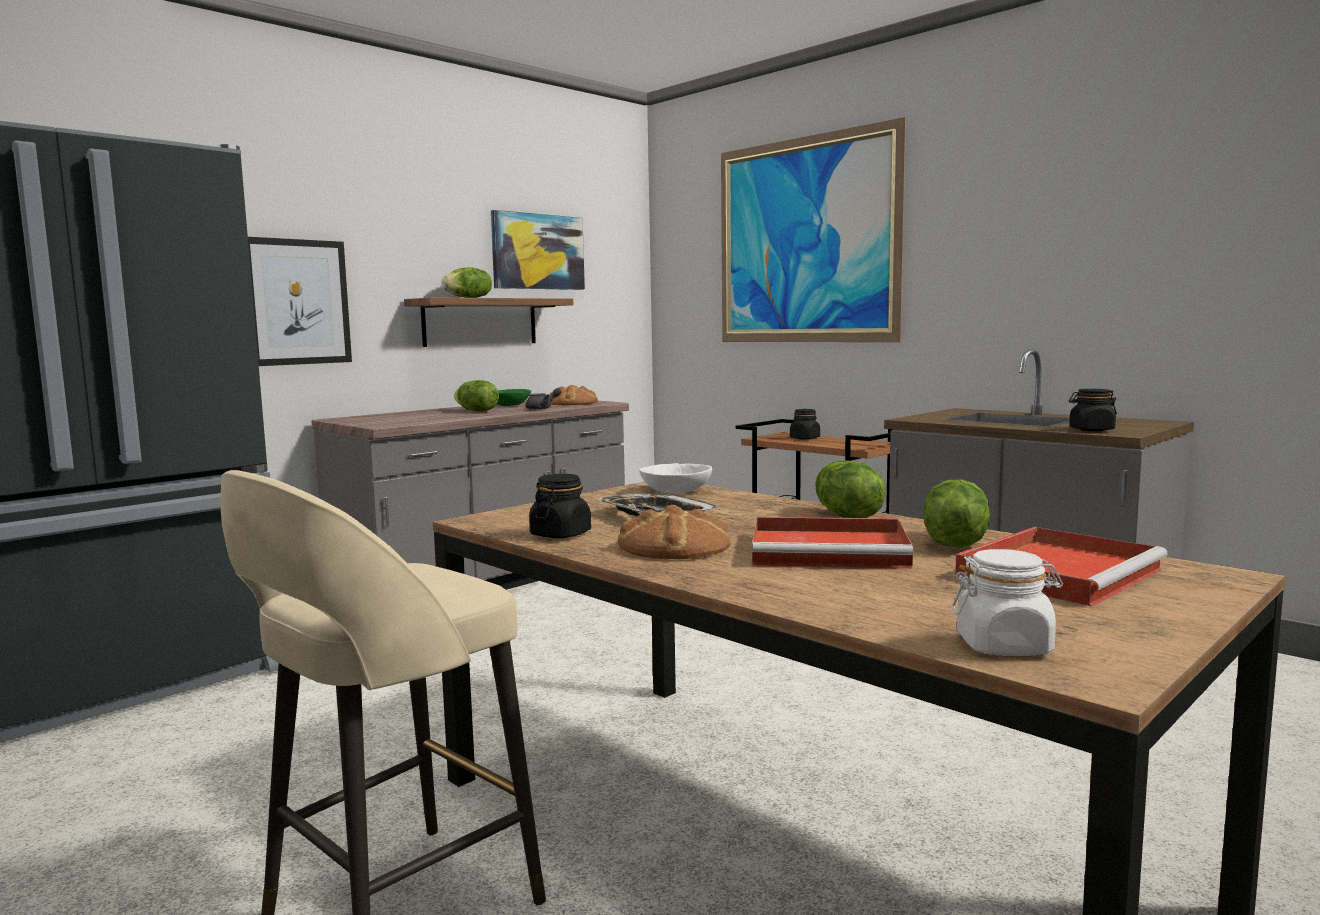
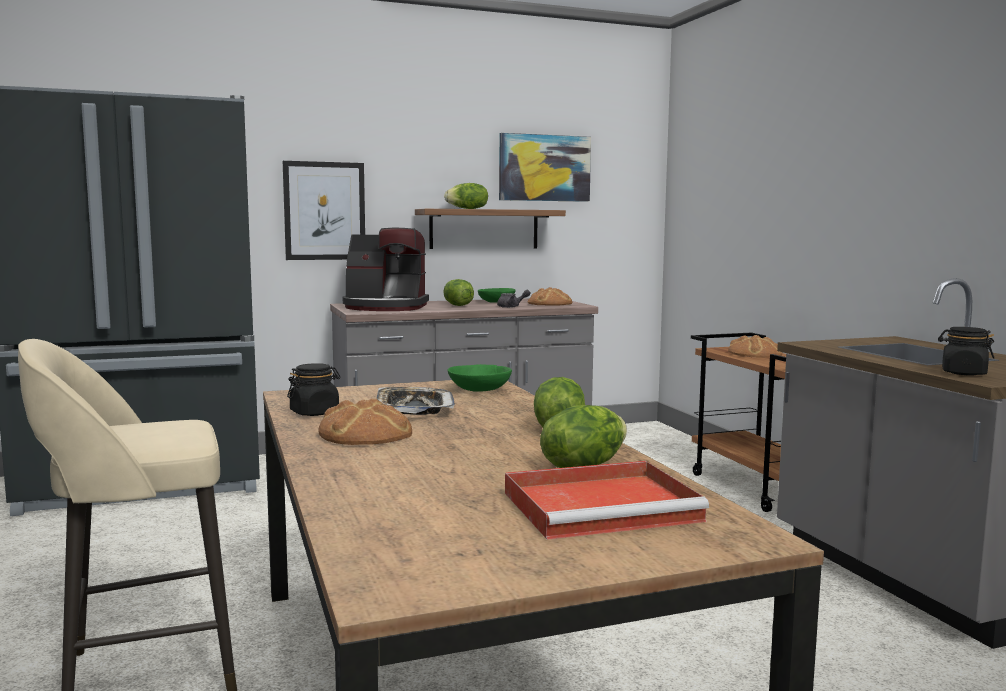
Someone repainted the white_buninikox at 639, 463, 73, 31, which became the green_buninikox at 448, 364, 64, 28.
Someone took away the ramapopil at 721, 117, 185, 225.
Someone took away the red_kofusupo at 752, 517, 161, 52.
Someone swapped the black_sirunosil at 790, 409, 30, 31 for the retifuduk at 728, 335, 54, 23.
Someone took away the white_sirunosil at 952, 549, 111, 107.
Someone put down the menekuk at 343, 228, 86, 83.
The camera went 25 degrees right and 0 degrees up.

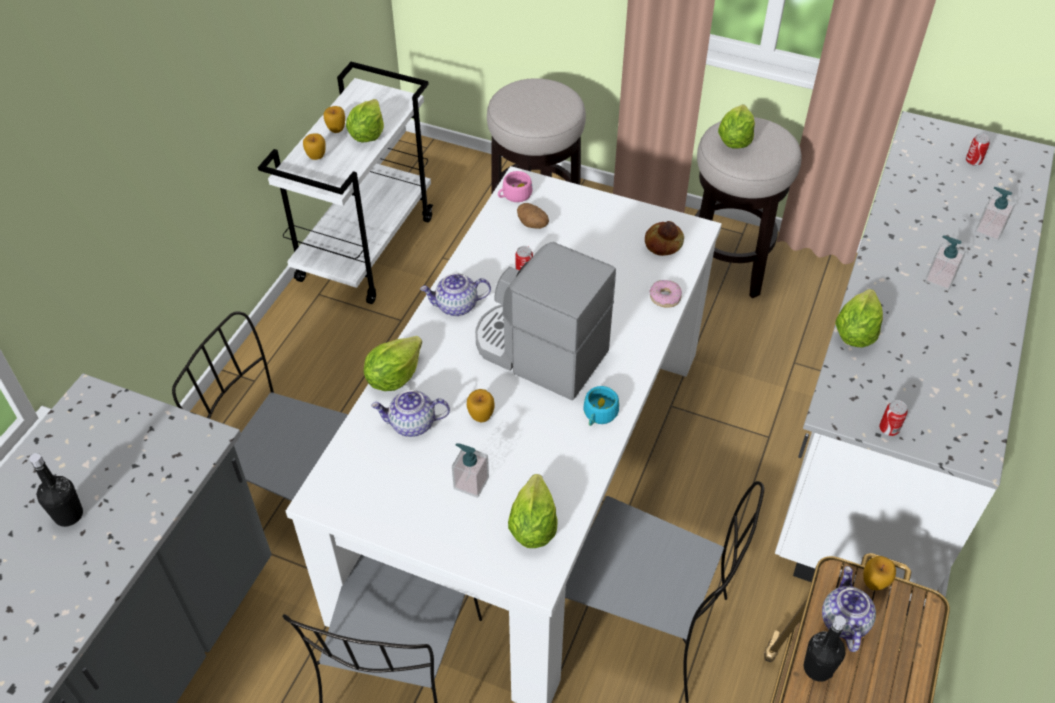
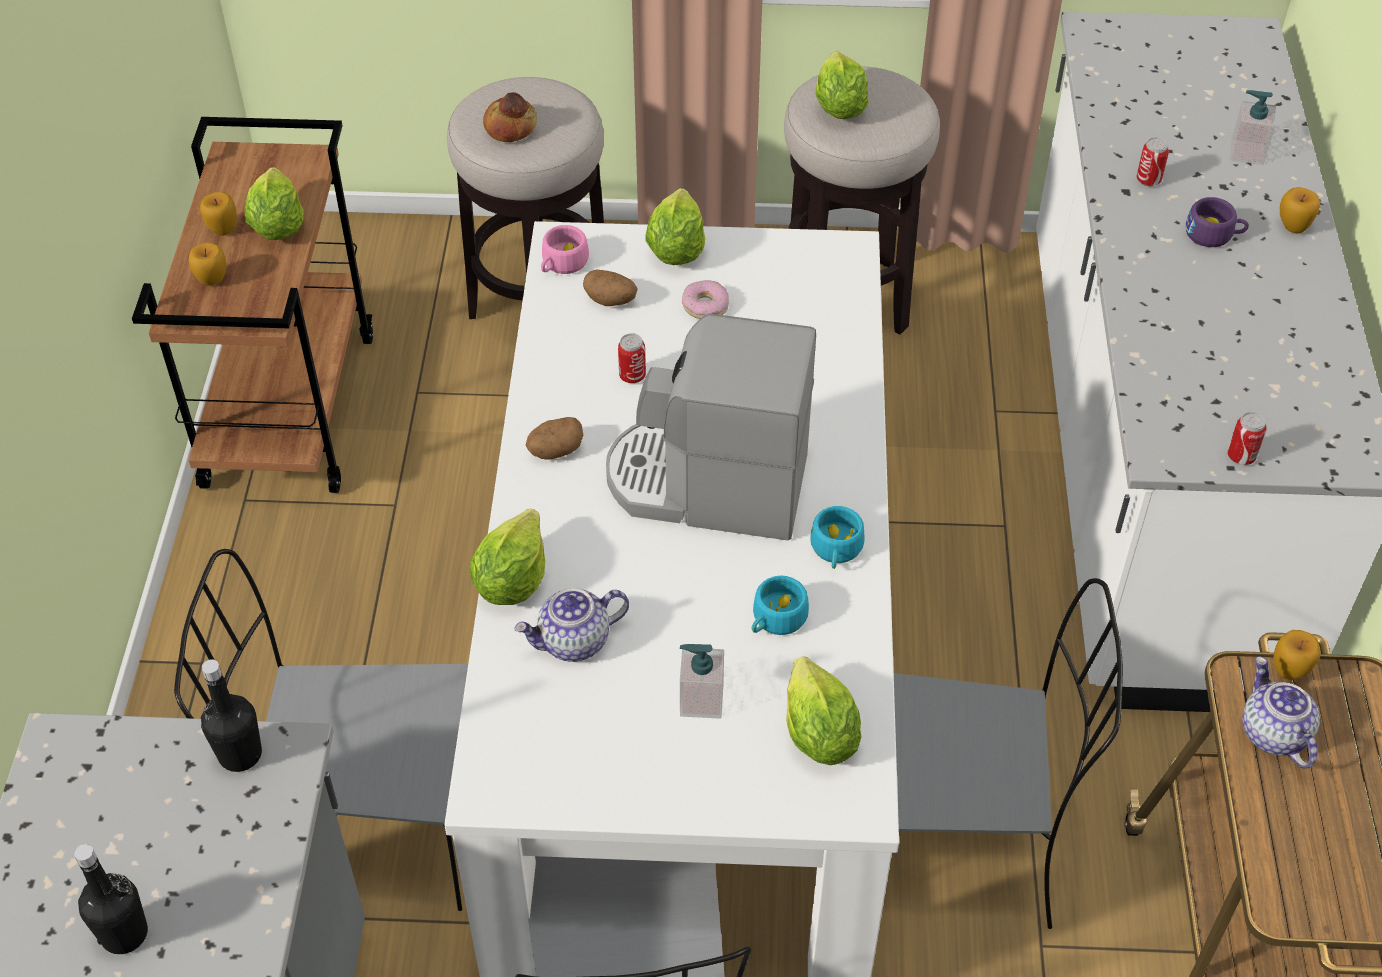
Someone repainted the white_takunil at 258, 62, 175, 242, which became the brown_takunil at 132, 117, 241, 376.
Someone swapped the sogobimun at 420, 273, 71, 43 for the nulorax at 525, 417, 58, 43.
Someone carried the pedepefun from 467, 389, 28, 33 to 1280, 187, 40, 46.
Someone carried the retifuduk from 645, 221, 39, 35 to 483, 92, 54, 50.
Someone carried the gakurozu from 650, 280, 32, 28 to 682, 280, 47, 39.
Someone carried the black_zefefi from 804, 615, 42, 67 to 201, 659, 61, 113.
Someone carried the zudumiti from 835, 289, 48, 58 to 646, 188, 59, 77.
Someone swapped the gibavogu at 925, 235, 41, 55 for the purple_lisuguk at 1185, 197, 64, 50.
Someone carried the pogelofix from 966, 133, 24, 33 to 1137, 137, 32, 49.
Someone put down the turquoise_lisuguk at 752, 575, 57, 60.
The camera went 20 degrees left and 0 degrees up.

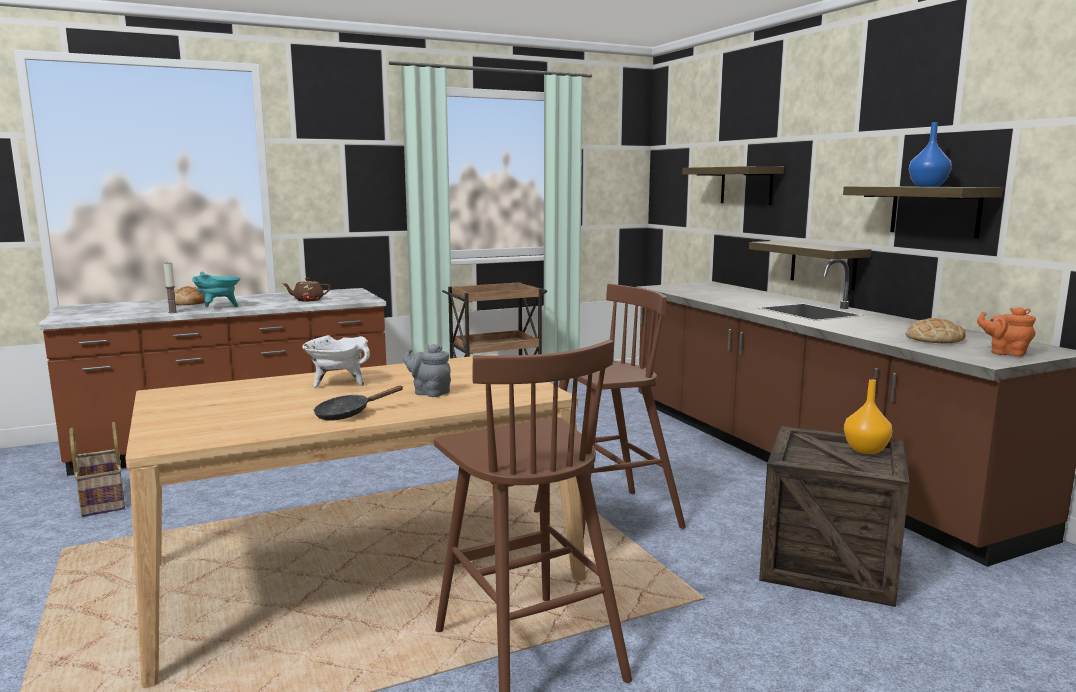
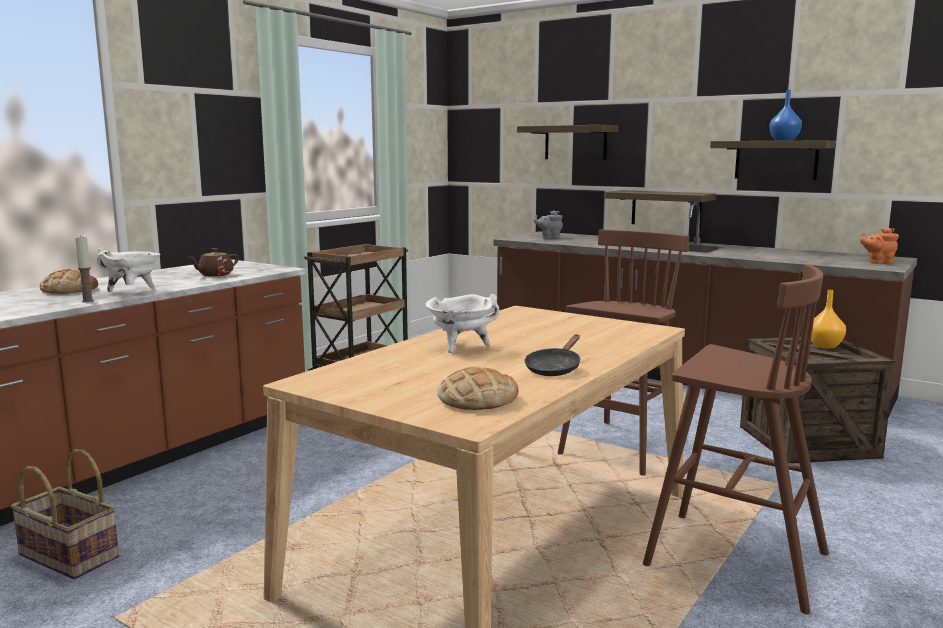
Someone repainted the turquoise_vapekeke at 192, 272, 48, 35, which became the white_vapekeke at 97, 247, 64, 45.
Someone carried the grey_sogobimun from 403, 344, 48, 53 to 533, 211, 30, 28.
Someone carried the retifuduk from 905, 318, 61, 25 to 438, 367, 81, 43.
The camera went 30 degrees left and 0 degrees up.

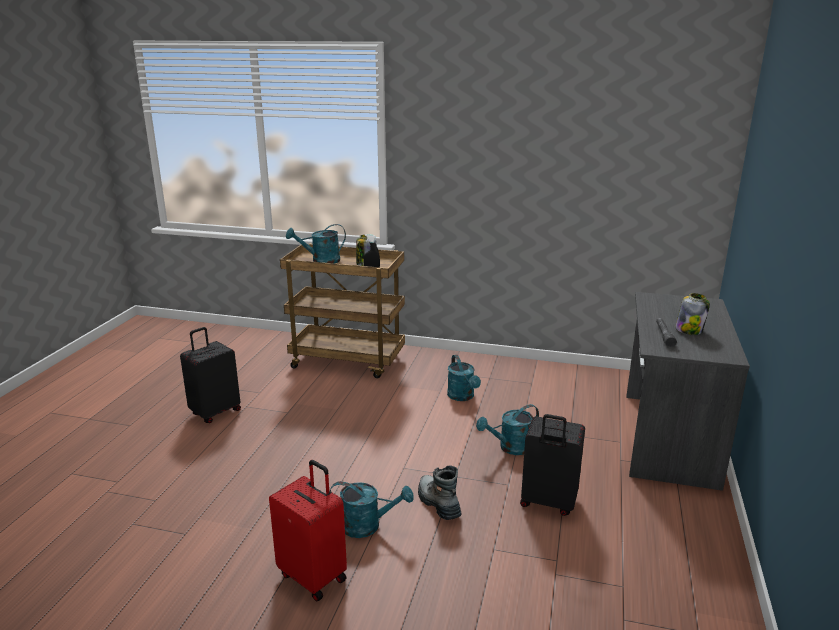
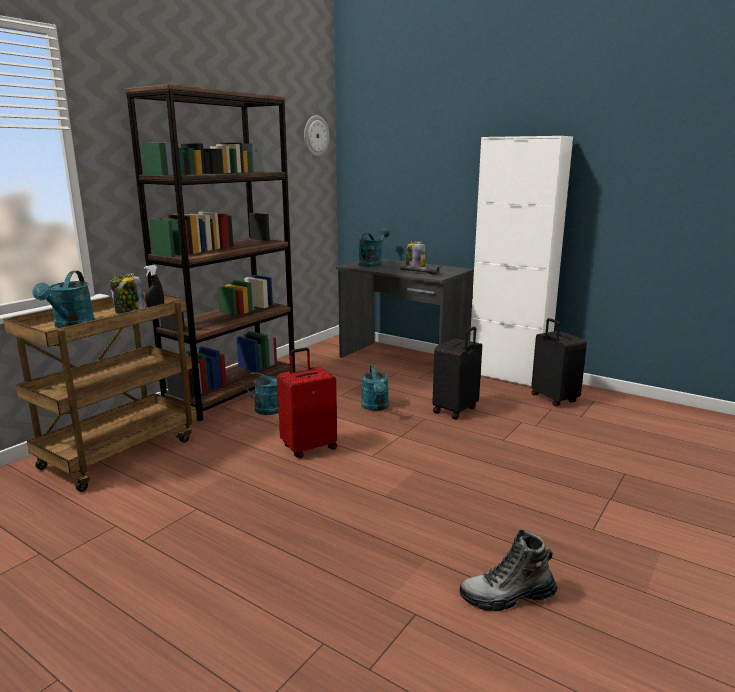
Someone carried the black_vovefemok from 180, 327, 61, 96 to 531, 318, 56, 88.
Someone carried the red_vovefemok from 269, 460, 78, 141 to 277, 348, 60, 110.
Someone carried the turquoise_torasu from 329, 481, 85, 57 to 358, 228, 32, 39.
Someone carried the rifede from 418, 465, 43, 55 to 459, 529, 99, 82.
Someone put down the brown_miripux at 125, 84, 170, 337.
Someone put up the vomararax at 304, 115, 25, 42.
Someone put down the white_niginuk at 470, 136, 103, 250.
The camera went 70 degrees left and 5 degrees down.

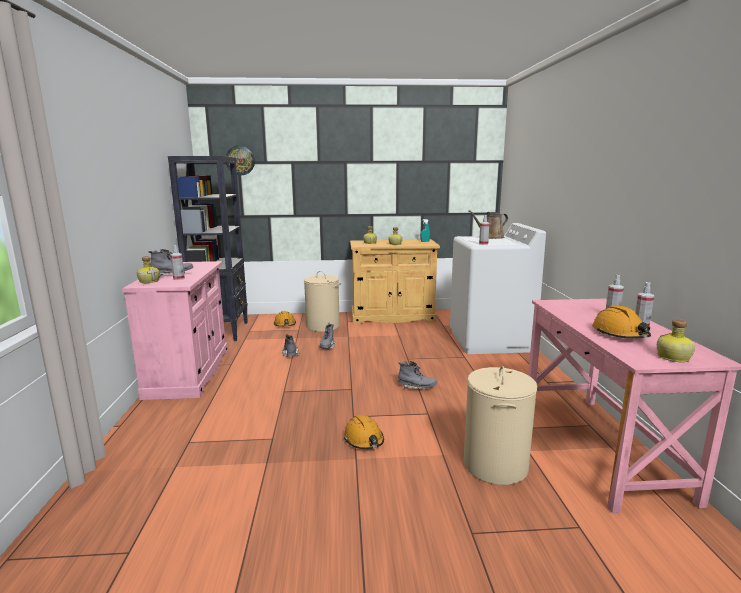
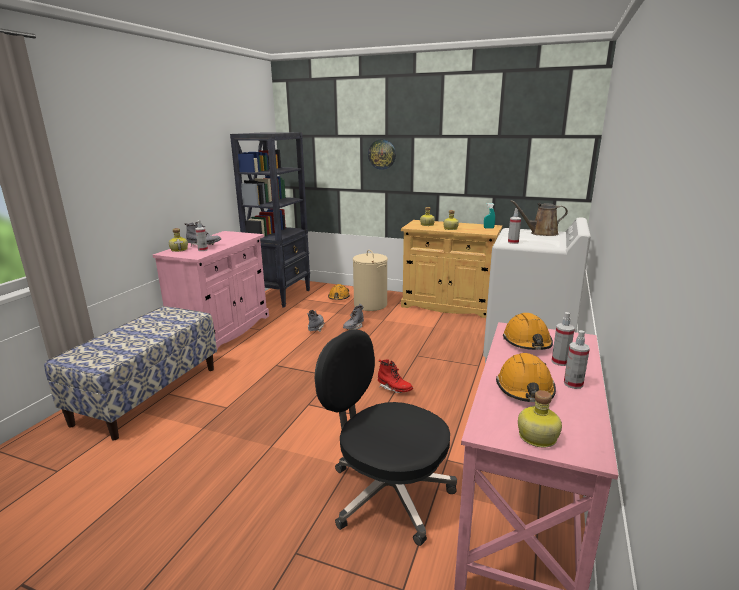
Someone carried the vomararax from 226, 146, 29, 29 to 368, 139, 28, 31.
Someone carried the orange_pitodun from 344, 415, 40, 34 to 503, 313, 50, 37.
Someone repainted the grey_rifede at 398, 361, 39, 29, which became the red_rifede at 378, 359, 35, 34.
Someone swapped the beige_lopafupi at 464, 366, 73, 119 for the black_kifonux at 315, 329, 142, 217.
Someone put down the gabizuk at 44, 306, 173, 134.
The camera went 25 degrees right and 5 degrees up.

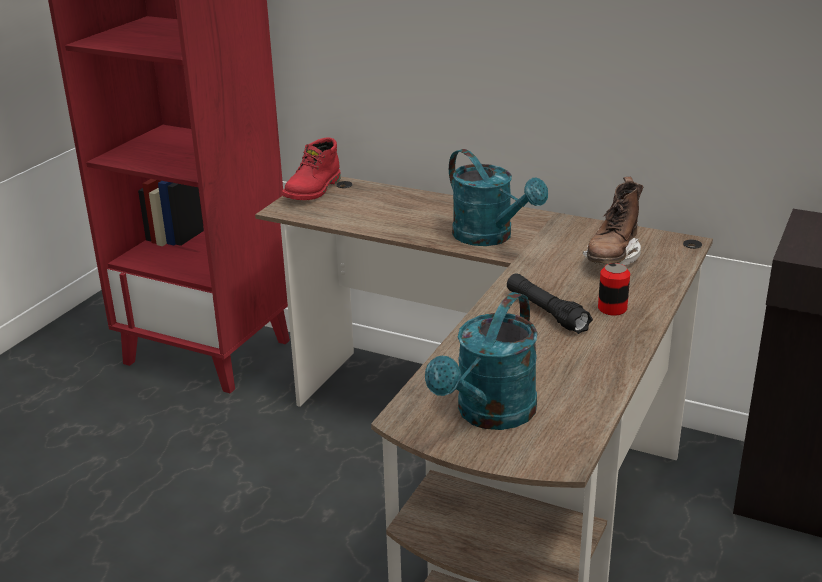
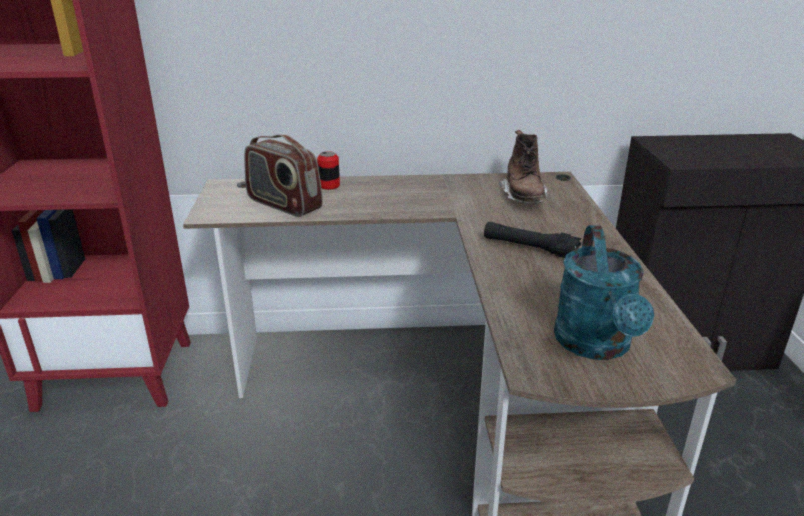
Someone took away the red_rifede at 282, 137, 59, 63.
Someone took away the turquoise_torasu at 449, 149, 99, 97.
Someone carried the pogelofix from 598, 263, 32, 53 to 317, 151, 23, 39.
Someone put down the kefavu at 244, 135, 79, 82.
The camera went 30 degrees left and 0 degrees up.

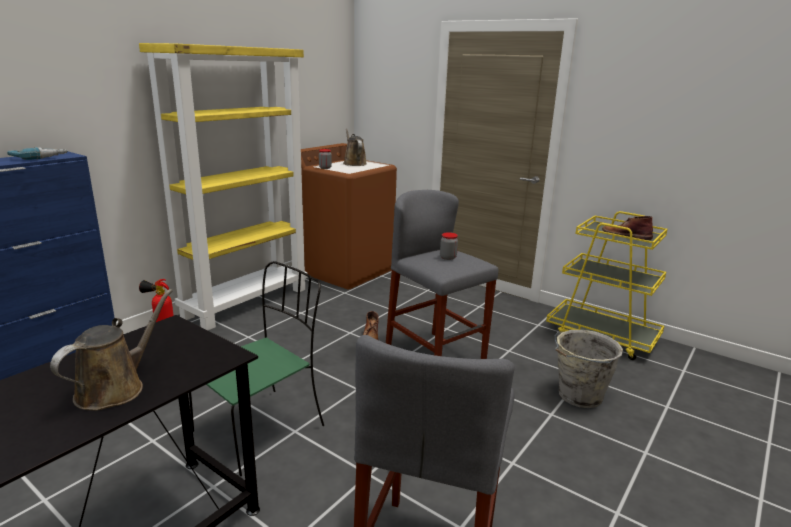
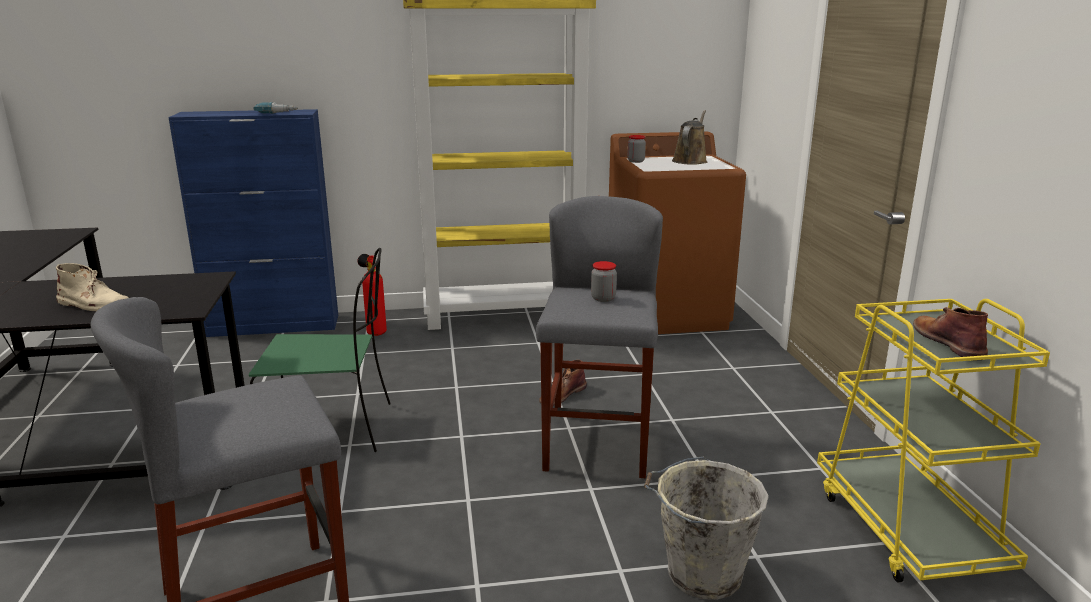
Someone swapped the brown_torasu at 50, 289, 122, 122 for the beige_rifede at 56, 263, 73, 48.
The camera went 45 degrees right and 0 degrees up.

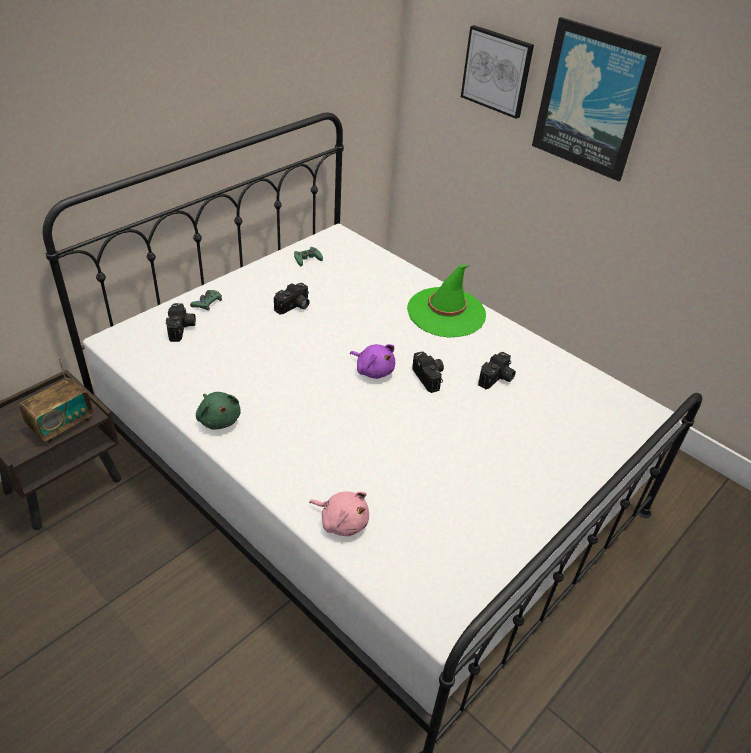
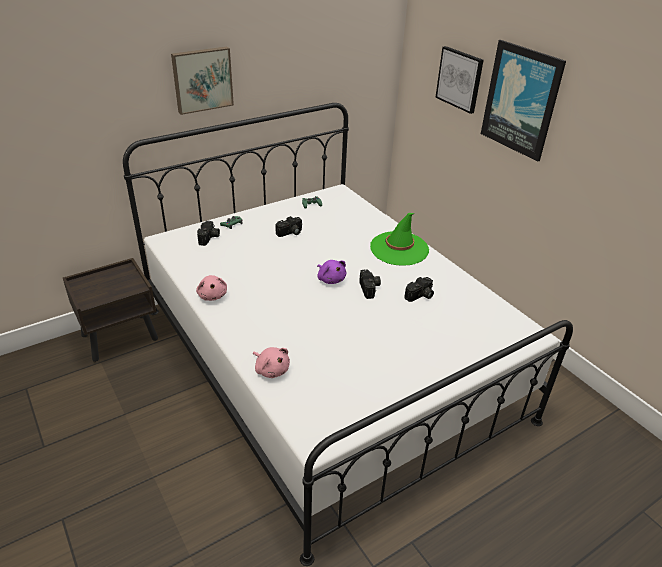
Someone took away the kefavu at 19, 358, 74, 86.
Someone repainted the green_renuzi at 196, 392, 45, 38, which became the pink_renuzi at 196, 275, 31, 26.
Someone put up the ramapopil at 171, 47, 63, 68.
The camera went 15 degrees right and 5 degrees down.

